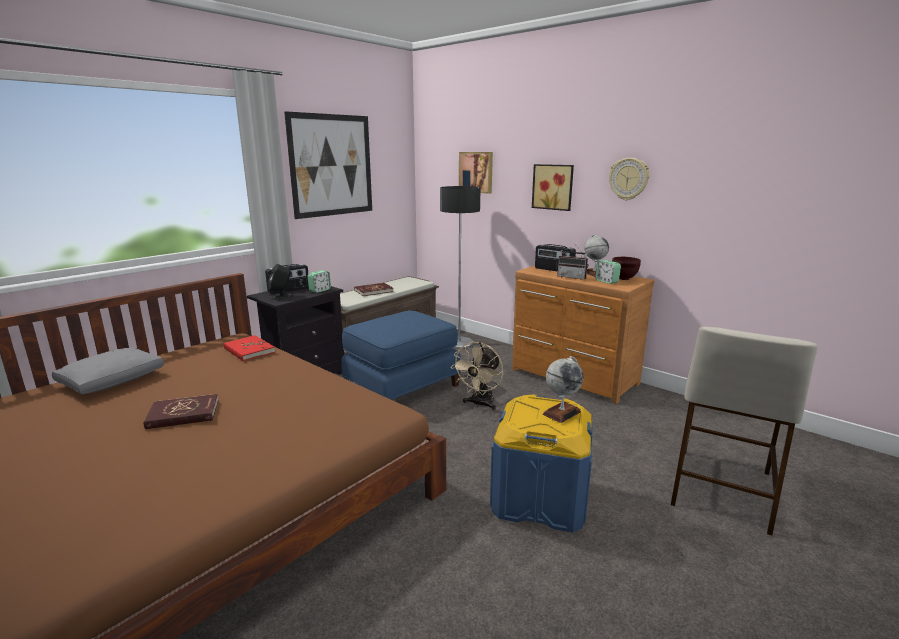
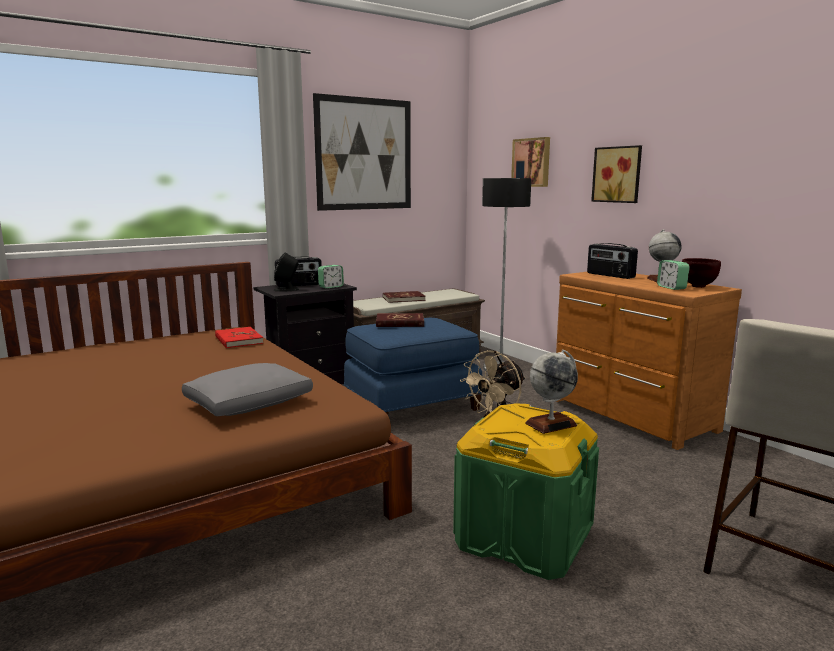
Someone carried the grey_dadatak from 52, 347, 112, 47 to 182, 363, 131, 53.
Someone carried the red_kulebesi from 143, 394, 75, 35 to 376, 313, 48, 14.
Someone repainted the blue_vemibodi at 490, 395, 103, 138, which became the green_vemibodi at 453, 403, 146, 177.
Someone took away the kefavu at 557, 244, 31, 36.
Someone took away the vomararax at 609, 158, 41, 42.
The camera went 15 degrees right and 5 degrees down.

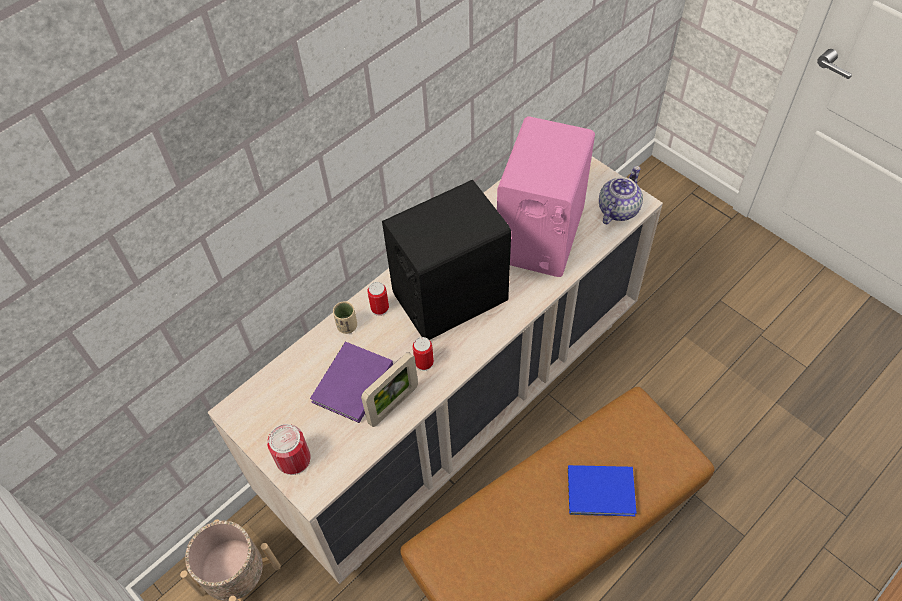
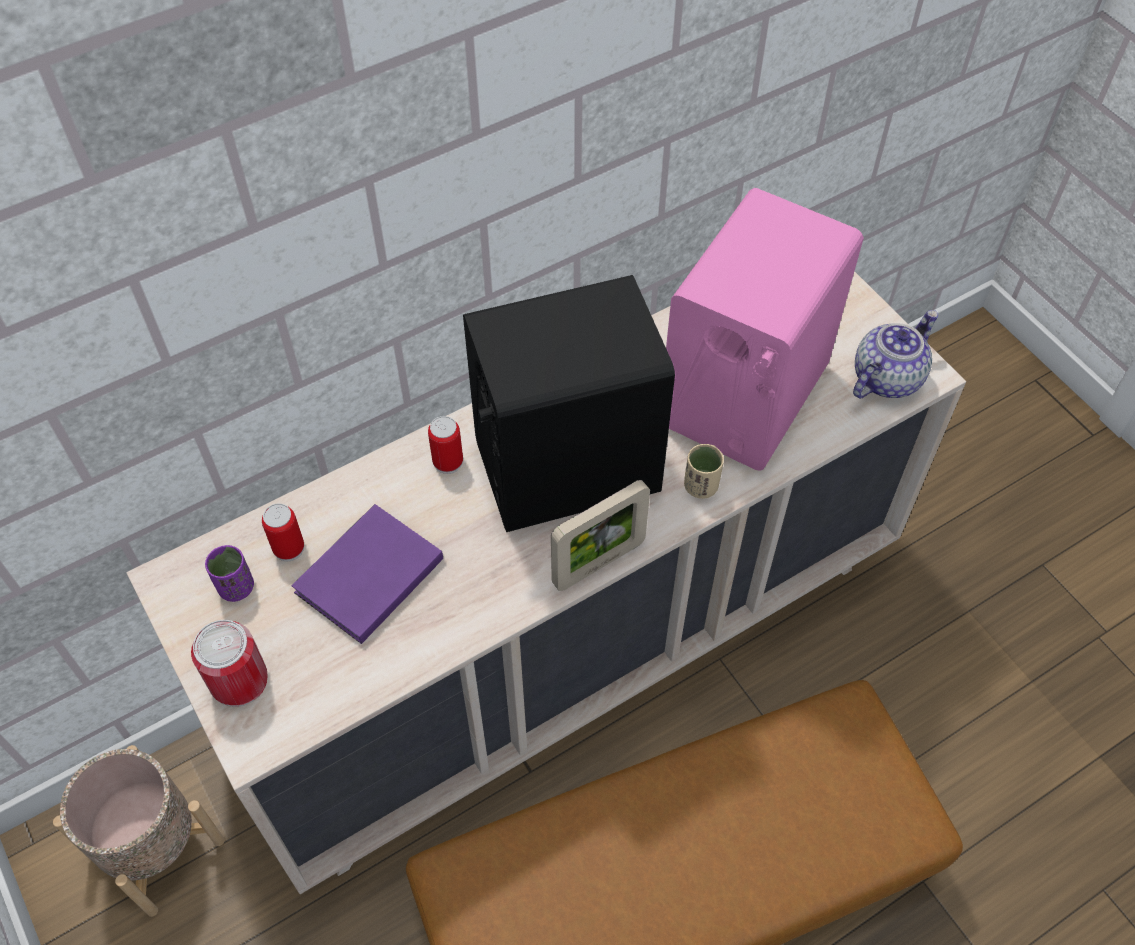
Someone carried the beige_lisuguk from 333, 301, 24, 33 to 684, 444, 40, 55.
Someone carried the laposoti from 361, 352, 57, 75 to 551, 480, 99, 111.
Someone carried the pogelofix from 413, 337, 21, 34 to 262, 503, 42, 58.
Someone took away the blue_kulebesi at 568, 465, 68, 51.
Someone put down the purple_lisuguk at 205, 545, 49, 57.
The camera went 10 degrees right and 0 degrees up.

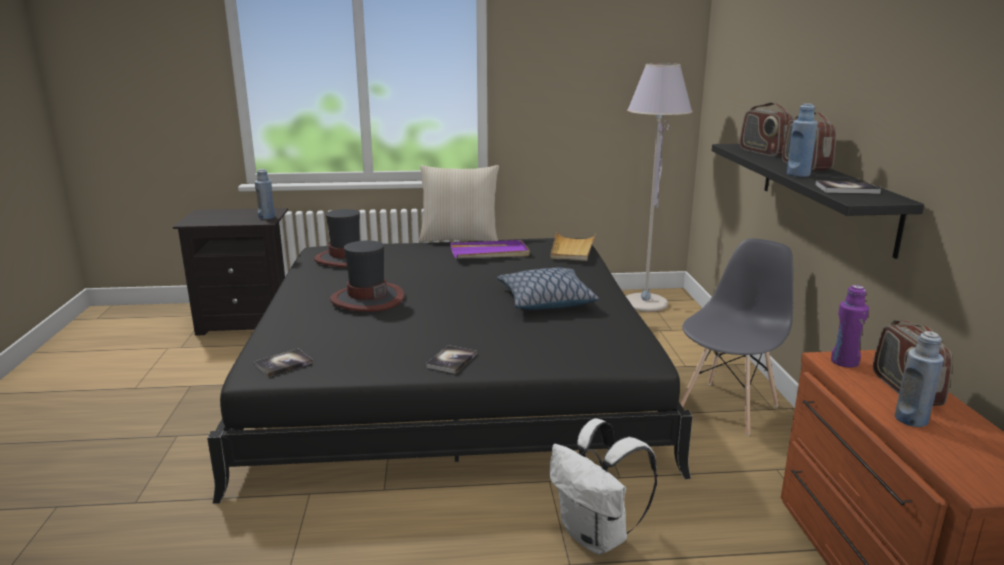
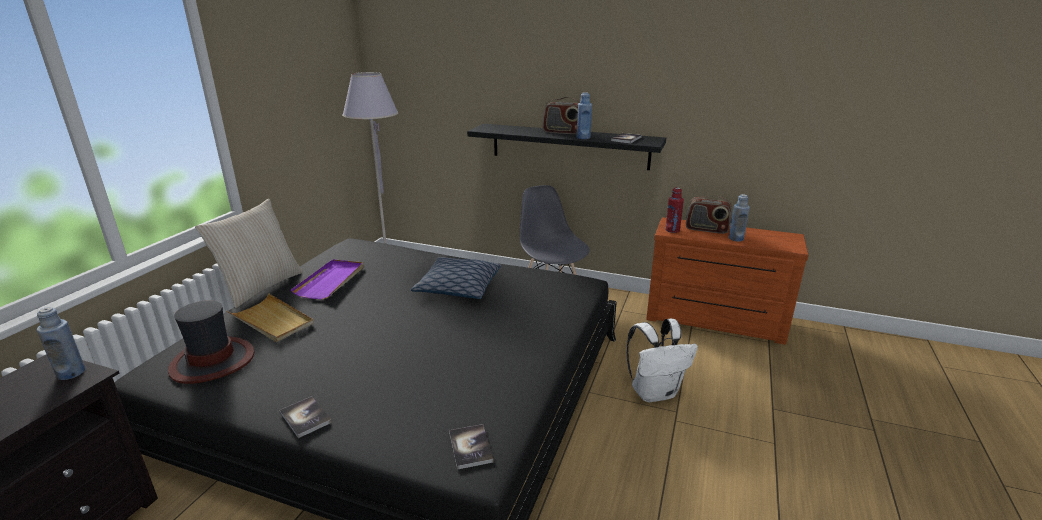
Someone took away the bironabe at 330, 241, 74, 71.
Someone carried the kulebesi from 426, 345, 51, 29 to 280, 396, 51, 42.
Someone carried the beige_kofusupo from 551, 232, 45, 29 to 227, 293, 87, 49.
Someone took away the kefavu at 740, 102, 54, 54.
Someone repainted the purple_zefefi at 831, 285, 38, 83, which became the red_zefefi at 665, 187, 19, 46.
The camera went 65 degrees left and 5 degrees up.

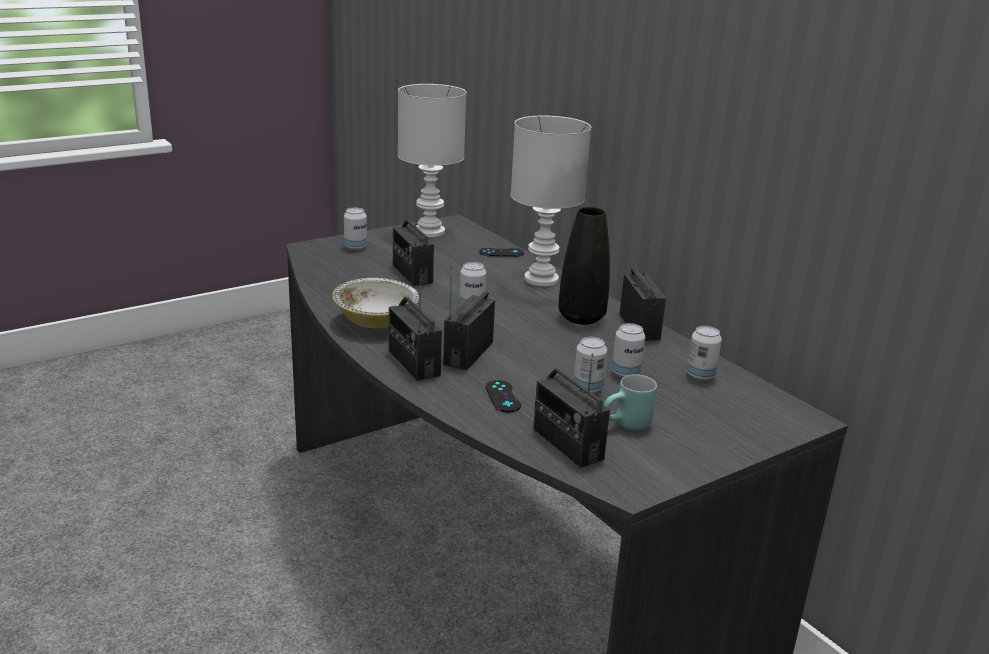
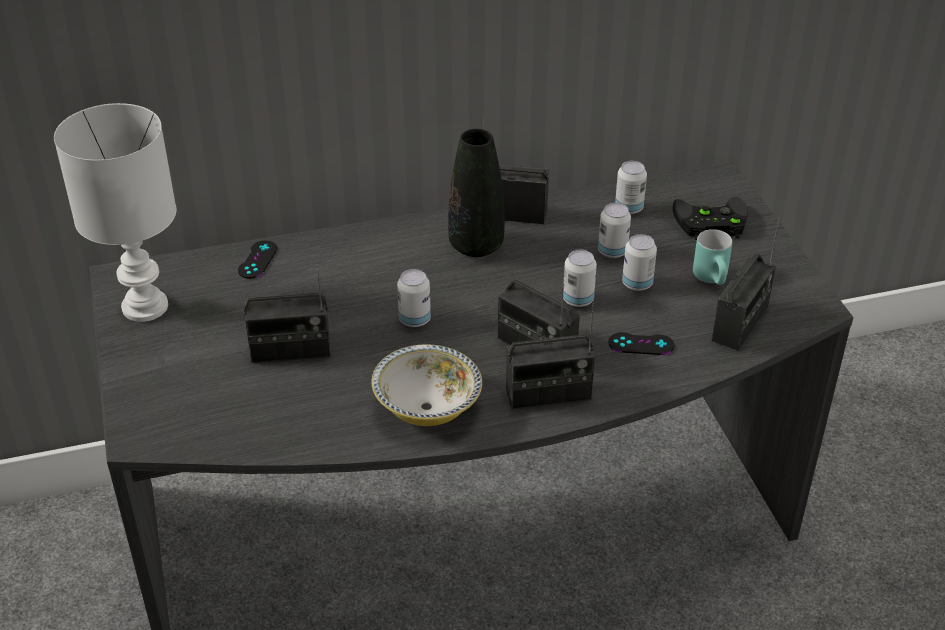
Someone carried the pogelofix from 344, 208, 23, 42 to 563, 250, 34, 57.
Someone took away the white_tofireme at 511, 115, 80, 171.
Someone rotated the kefavu at 533, 353, 77, 115 by 45 degrees counterclockwise.
Someone put down the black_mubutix at 673, 197, 75, 43.
The camera went 70 degrees left and 15 degrees up.

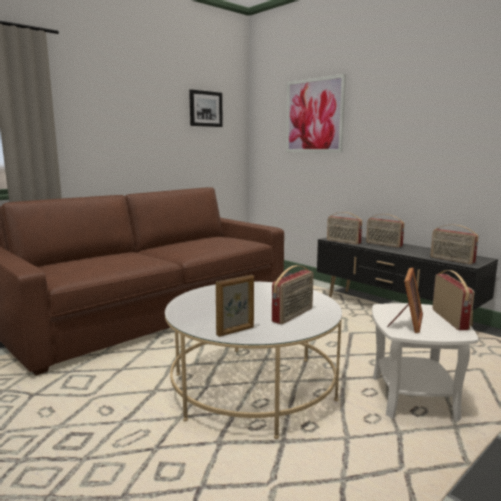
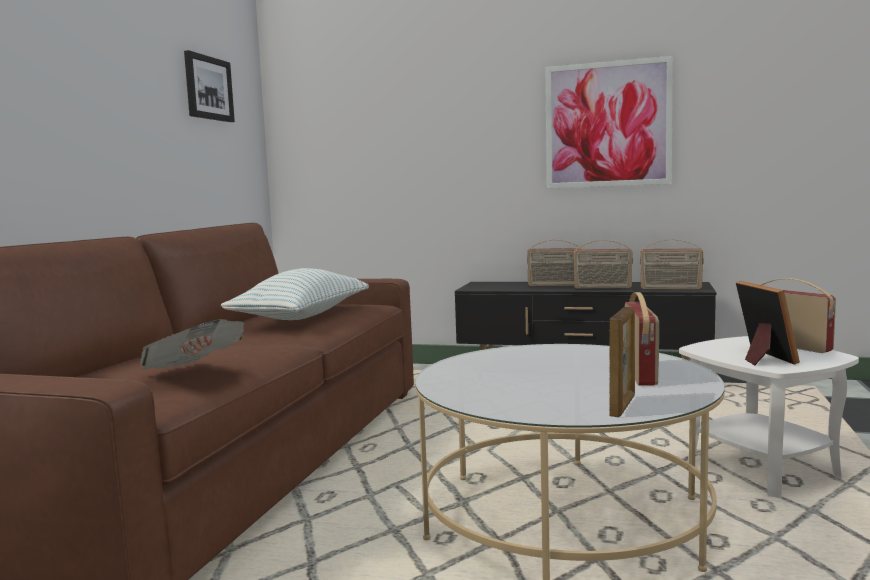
Someone carried the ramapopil from 286, 74, 60, 79 to 545, 56, 128, 133.
Someone carried the kefavu from 327, 212, 35, 33 to 573, 240, 60, 49.
Someone put down the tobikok at 140, 319, 104, 51.
Someone put down the dadatak at 221, 268, 148, 52.
The camera went 30 degrees left and 5 degrees down.

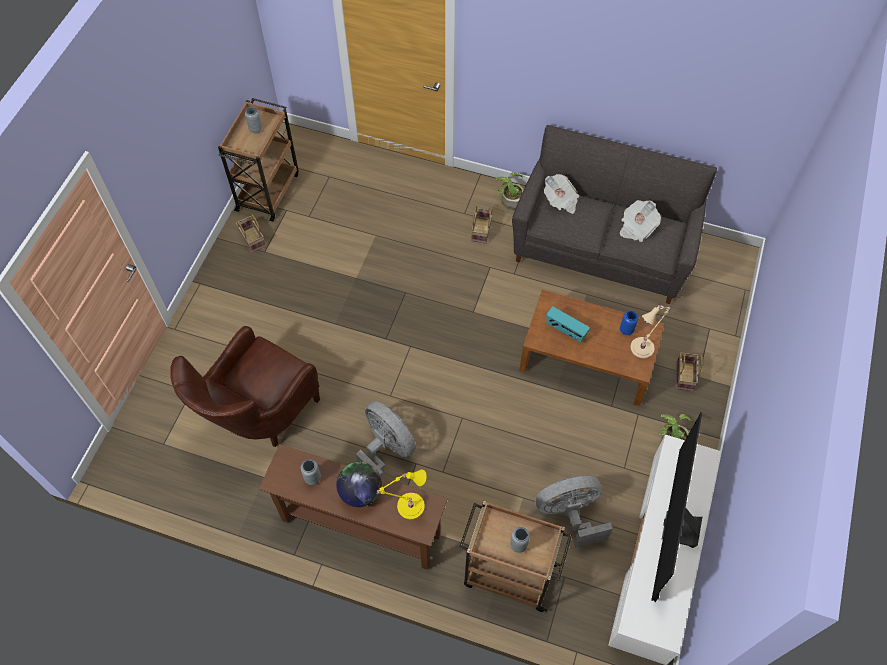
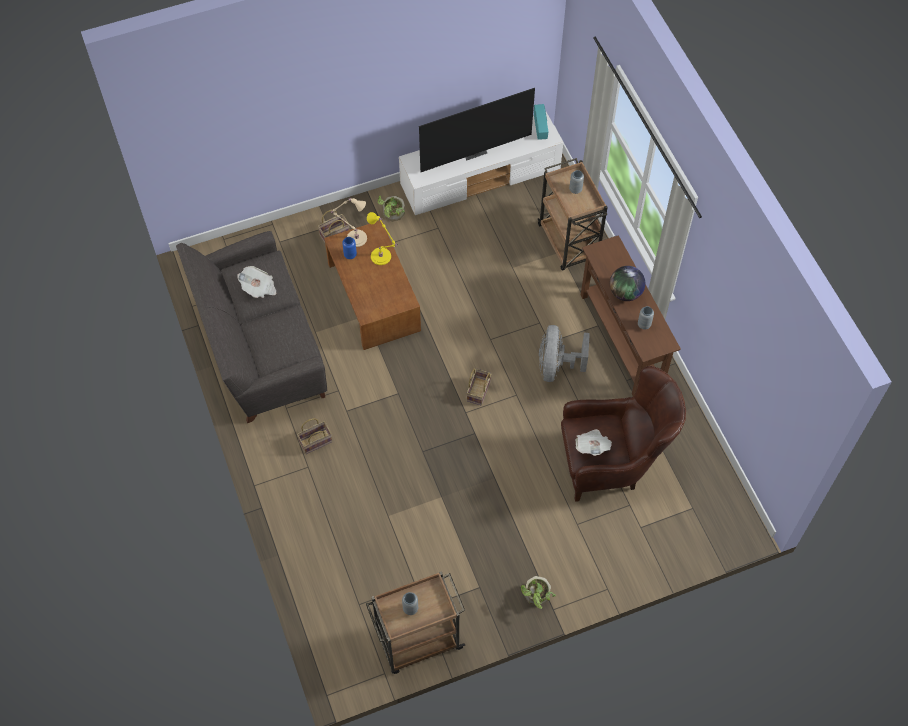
Someone carried the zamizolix from 236, 214, 30, 39 to 466, 368, 25, 37.
Someone carried the yellow_tofireme from 376, 469, 51, 50 to 367, 212, 31, 53.
Someone carried the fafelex from 496, 172, 28, 38 to 521, 576, 35, 33.
Someone took away the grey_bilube at 535, 476, 78, 72.
Someone carried the tobikok from 544, 174, 35, 40 to 575, 429, 37, 27.
Someone carried the kefavu from 546, 306, 44, 37 to 534, 104, 14, 36.
The camera went 130 degrees left and 0 degrees up.

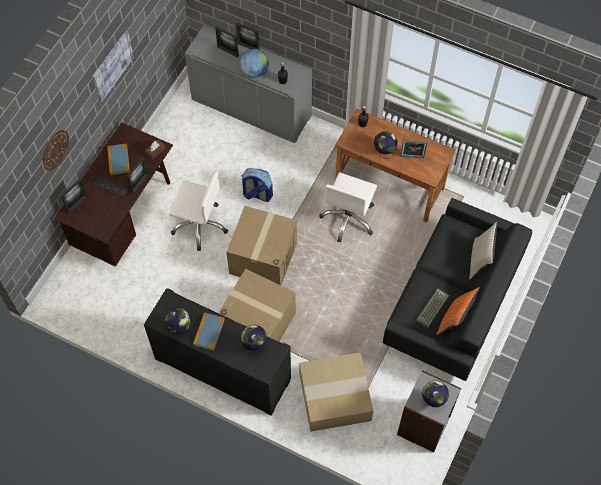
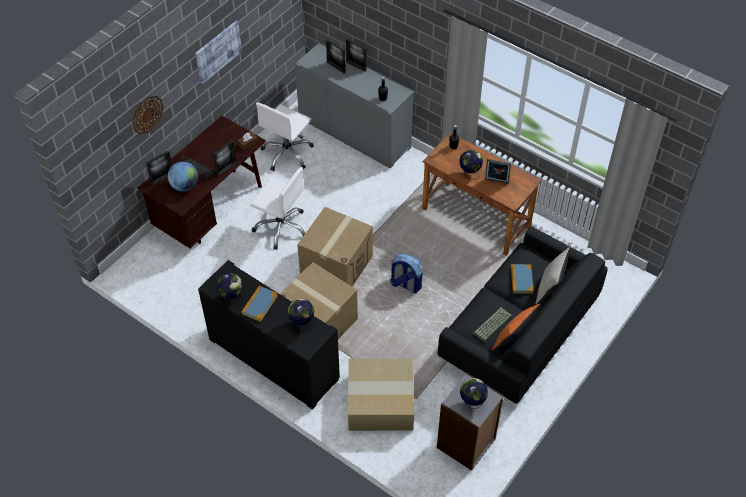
Someone carried the kulebesi from 107, 144, 23, 31 to 511, 264, 23, 30.
Someone carried the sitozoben from 240, 49, 29, 29 to 168, 161, 30, 31.
Someone carried the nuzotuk from 241, 168, 32, 34 to 390, 254, 32, 39.
Someone carried the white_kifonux from 319, 172, 58, 70 to 256, 102, 58, 69.
The camera went 10 degrees right and 10 degrees down.

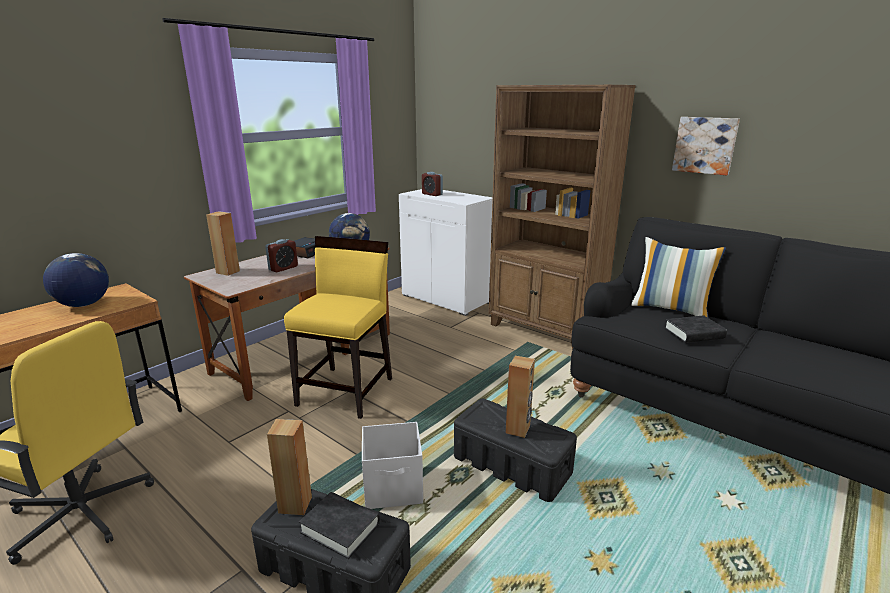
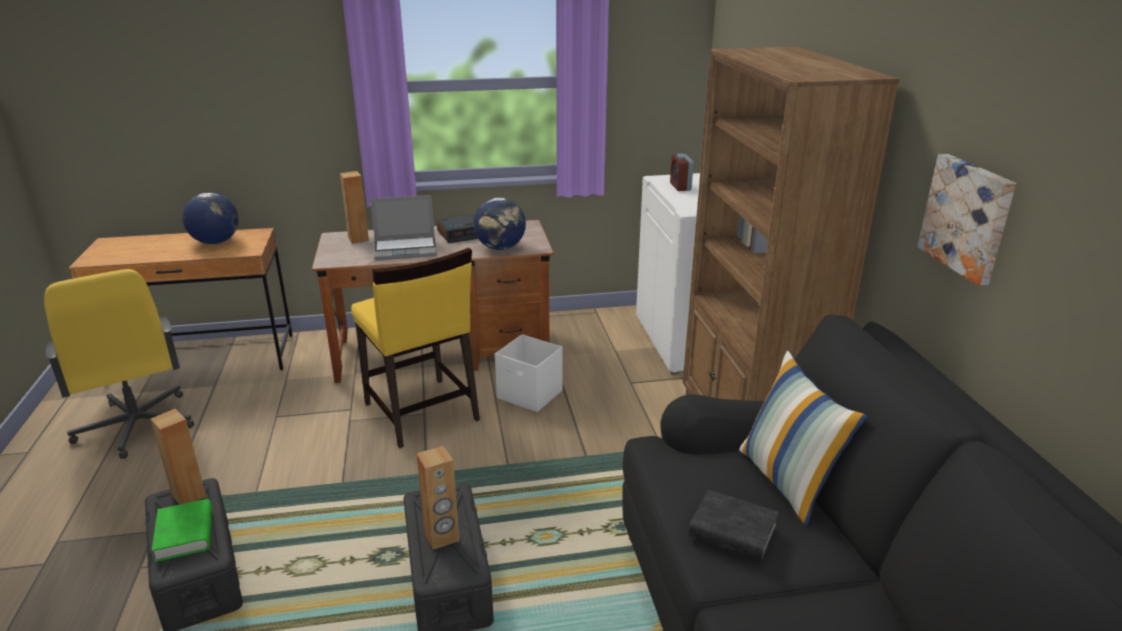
Someone swapped the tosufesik at 265, 239, 33, 33 for the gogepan at 370, 195, 67, 66.
Someone rotated the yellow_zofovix at 284, 236, 108, 183 by 90 degrees clockwise.
Someone repainted the black_kulebesi at 299, 492, 81, 67, which became the green_kulebesi at 152, 499, 60, 63.
Someone carried the white_vemibodi from 362, 422, 61, 87 to 495, 334, 68, 78.
The camera went 40 degrees right and 5 degrees up.

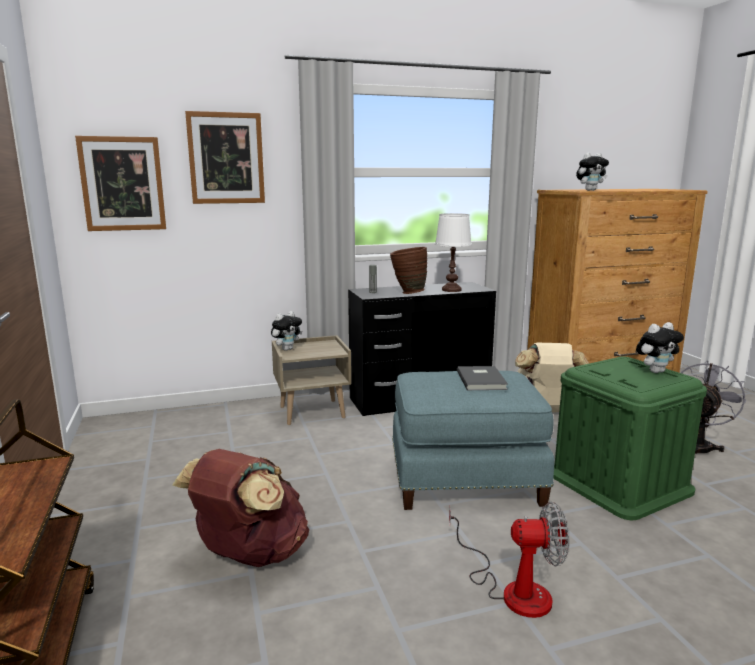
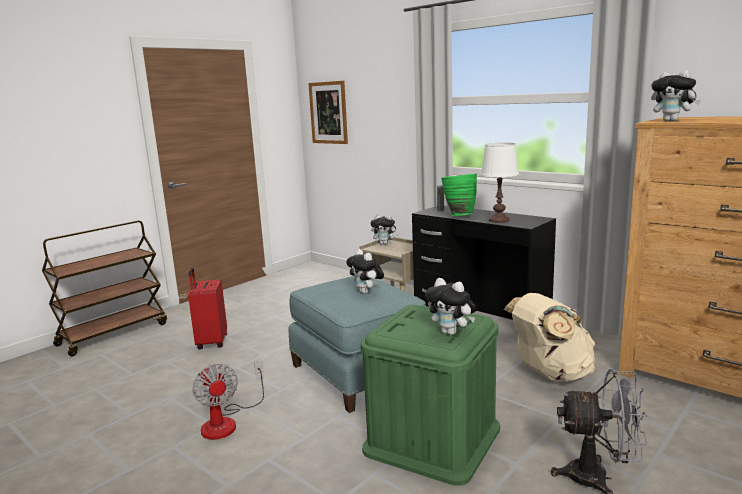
Someone swapped the brown_nuzotuk at 172, 449, 137, 118 for the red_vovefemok at 188, 268, 39, 81.
Someone took away the ramapopil at 185, 111, 80, 93.
Someone repainted the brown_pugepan at 390, 247, 37, 47, which became the green_pugepan at 441, 174, 36, 42.
Someone swapped the grey_kulebesi at 457, 366, 51, 24 for the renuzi at 346, 249, 38, 45.
The camera went 60 degrees right and 0 degrees up.

